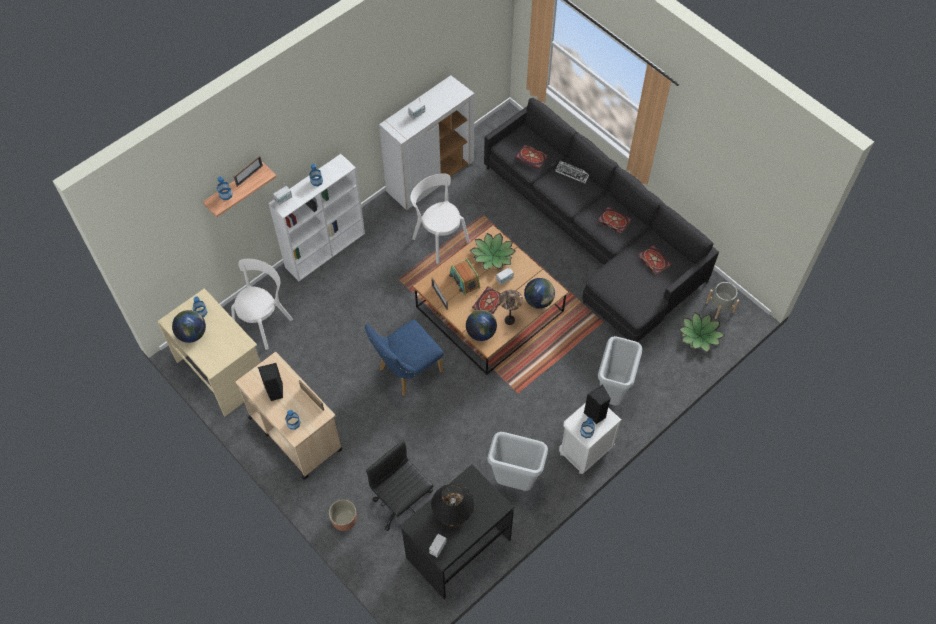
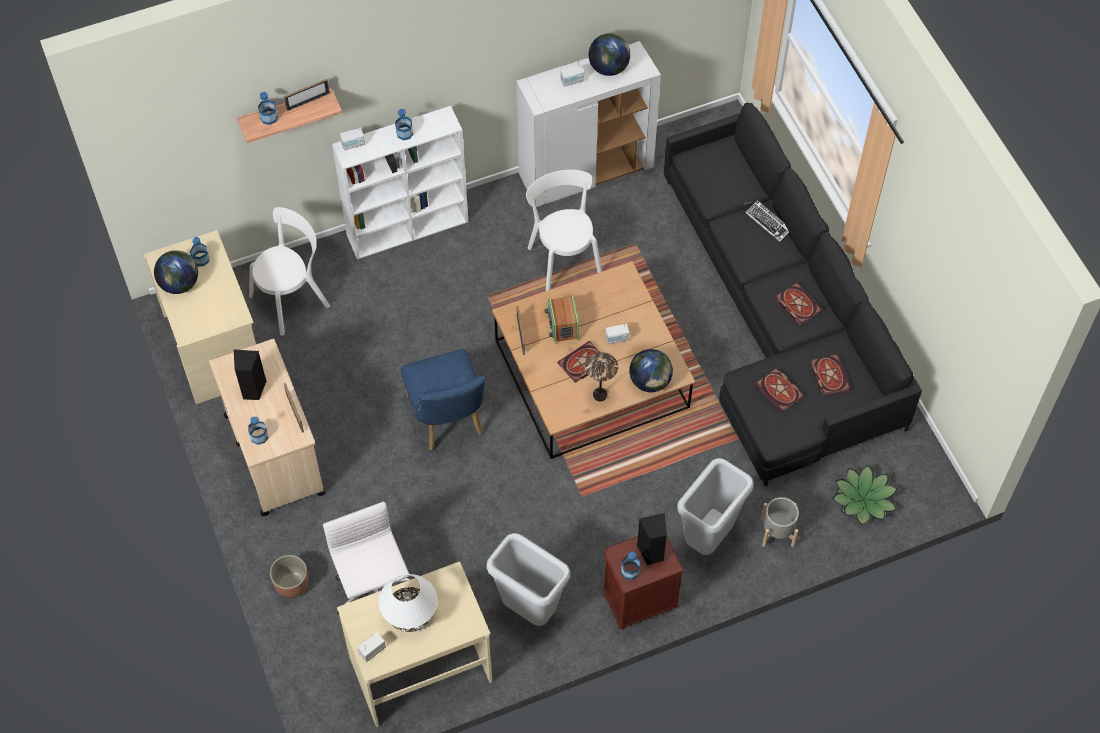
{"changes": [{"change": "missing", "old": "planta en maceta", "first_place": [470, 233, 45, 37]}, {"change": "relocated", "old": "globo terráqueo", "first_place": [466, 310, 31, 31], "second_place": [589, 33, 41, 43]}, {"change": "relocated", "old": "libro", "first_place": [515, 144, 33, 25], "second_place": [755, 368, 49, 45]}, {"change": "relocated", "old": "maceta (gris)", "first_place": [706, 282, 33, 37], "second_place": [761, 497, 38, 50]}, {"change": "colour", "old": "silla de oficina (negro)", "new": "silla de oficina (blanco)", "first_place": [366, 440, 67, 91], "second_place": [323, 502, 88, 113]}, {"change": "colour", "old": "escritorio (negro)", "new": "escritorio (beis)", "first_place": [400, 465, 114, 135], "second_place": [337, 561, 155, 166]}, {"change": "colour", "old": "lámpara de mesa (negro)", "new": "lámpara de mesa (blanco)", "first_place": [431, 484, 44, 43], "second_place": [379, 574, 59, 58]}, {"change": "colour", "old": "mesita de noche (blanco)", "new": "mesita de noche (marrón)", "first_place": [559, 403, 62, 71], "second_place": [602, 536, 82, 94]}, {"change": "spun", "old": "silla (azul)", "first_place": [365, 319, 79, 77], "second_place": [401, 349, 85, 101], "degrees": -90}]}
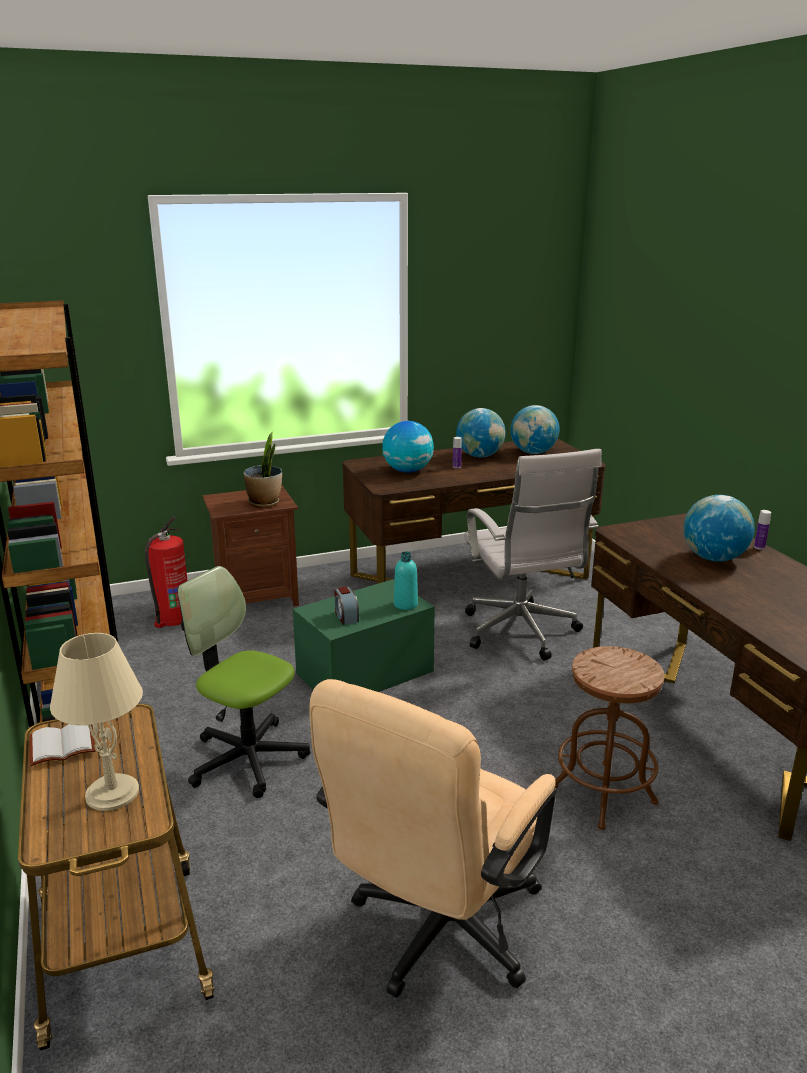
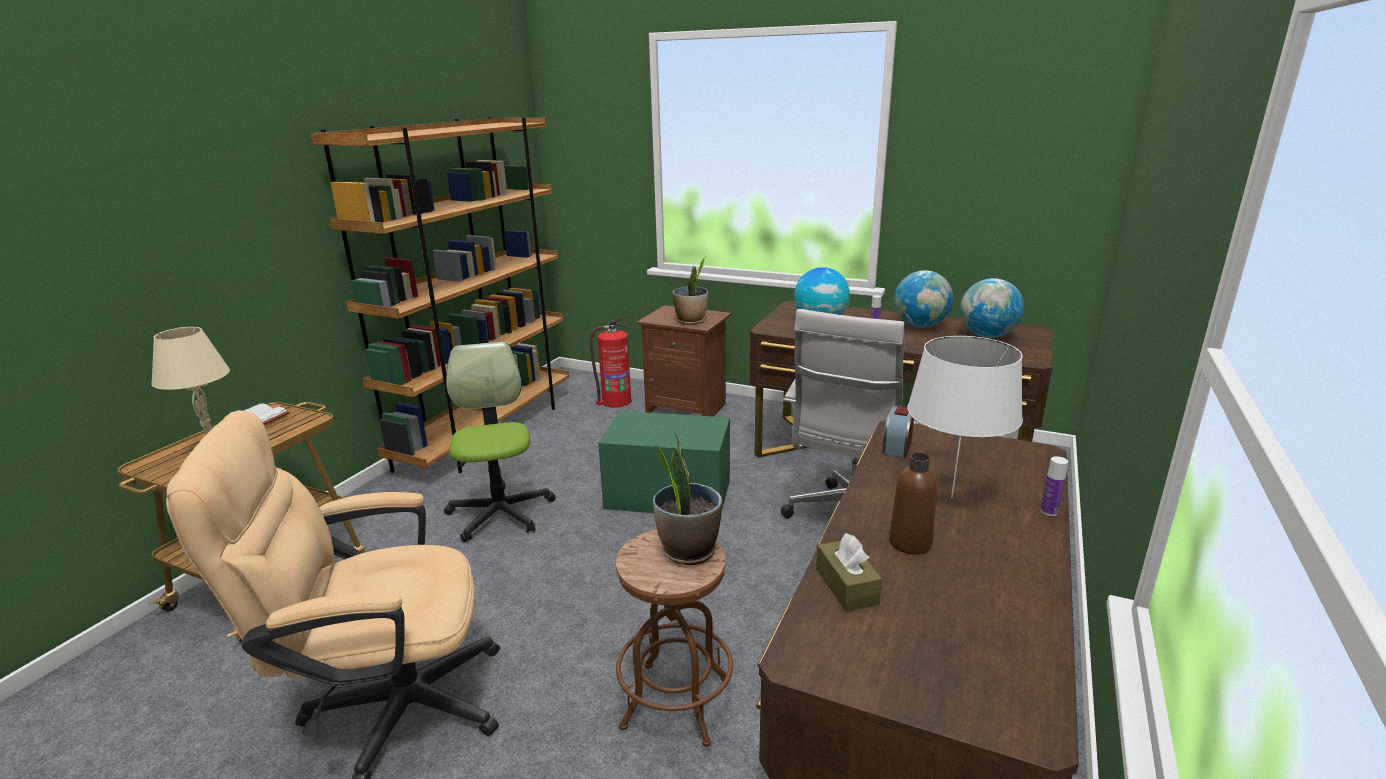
{"changes": [{"change": "missing", "old": "botella (turquesa)", "first_place": [394, 552, 24, 58]}, {"change": "appeared", "new": "planta en maceta", "second_place": [653, 432, 69, 133]}, {"change": "appeared", "new": "caja de pañuelos (marrón)", "second_place": [816, 533, 66, 78]}, {"change": "appeared", "new": "botella (marrón)", "second_place": [889, 453, 49, 101]}, {"change": "relocated", "old": "despertador", "first_place": [334, 586, 25, 39], "second_place": [882, 406, 32, 51]}, {"change": "exchanged", "old": "globo terráqueo", "new": "lámpara de mesa (blanco)", "first_place": [683, 495, 72, 67], "second_place": [907, 336, 116, 162]}]}
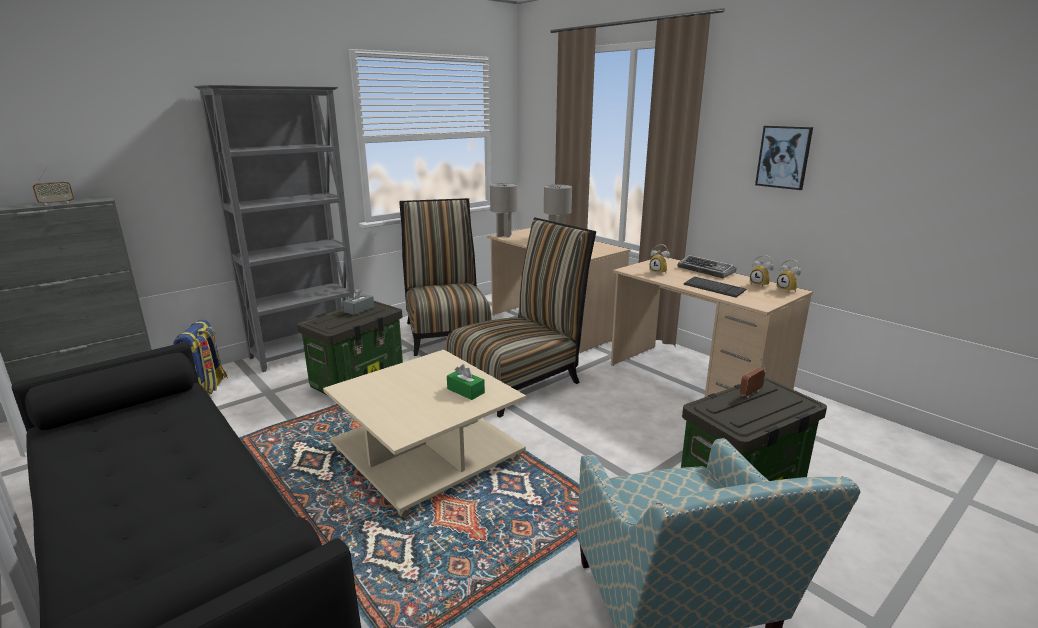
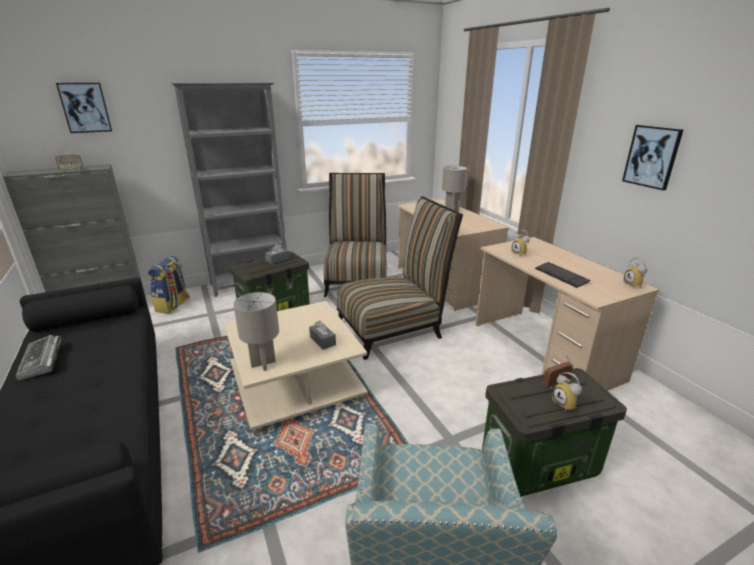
{"changes": [{"change": "appeared", "new": "cuadro", "second_place": [56, 83, 56, 50]}, {"change": "relocated", "old": "lámpara de mesa (gris)", "first_place": [490, 183, 28, 54], "second_place": [234, 292, 45, 79]}, {"change": "relocated", "old": "teclado", "first_place": [678, 255, 59, 23], "second_place": [15, 335, 47, 46]}, {"change": "relocated", "old": "despertador", "first_place": [750, 255, 24, 33], "second_place": [552, 372, 30, 39]}, {"change": "colour", "old": "caja de pañuelos (verde)", "new": "caja de pañuelos (gris)", "first_place": [447, 364, 38, 36], "second_place": [309, 320, 27, 30]}]}
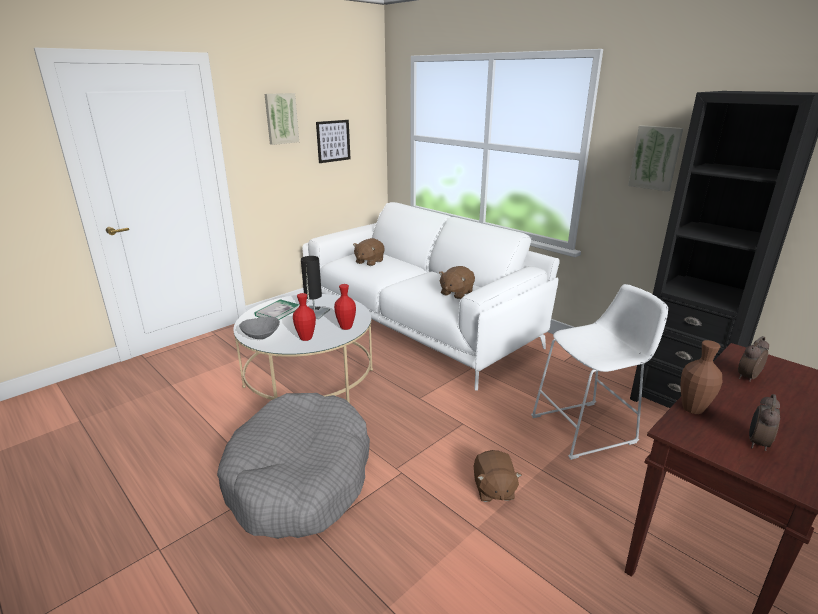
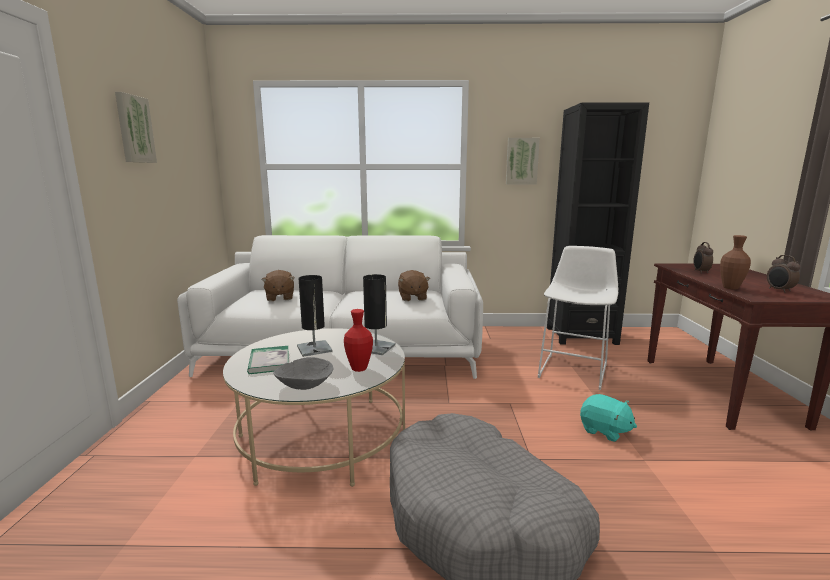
{"changes": [{"change": "missing", "old": "cuadro", "first_place": [316, 120, 35, 43]}, {"change": "exchanged", "old": "florero (rojo)", "new": "lámpara de mesa (negro)", "first_place": [334, 284, 22, 46], "second_place": [363, 274, 33, 81]}, {"change": "colour", "old": "peluche (marrón)", "new": "peluche (turquesa)", "first_place": [473, 450, 49, 52], "second_place": [580, 394, 57, 48]}]}
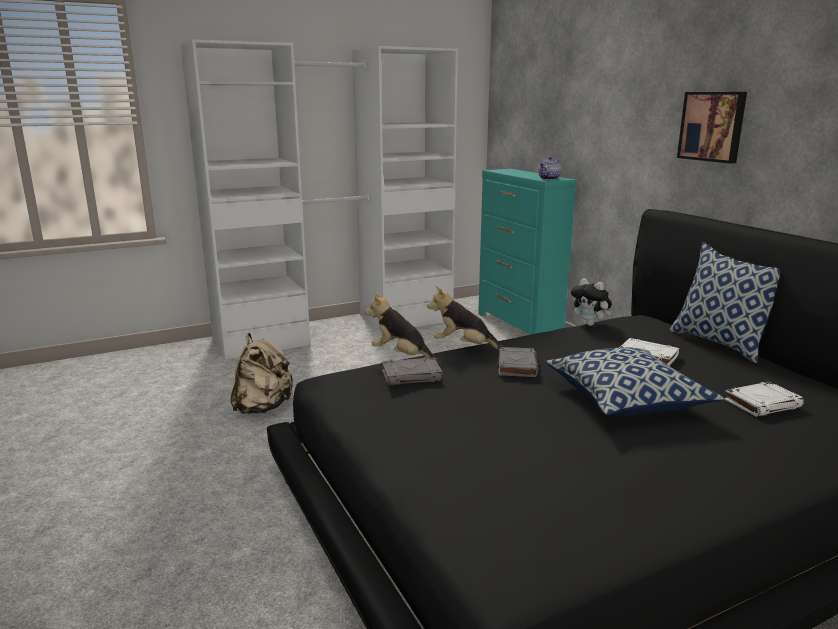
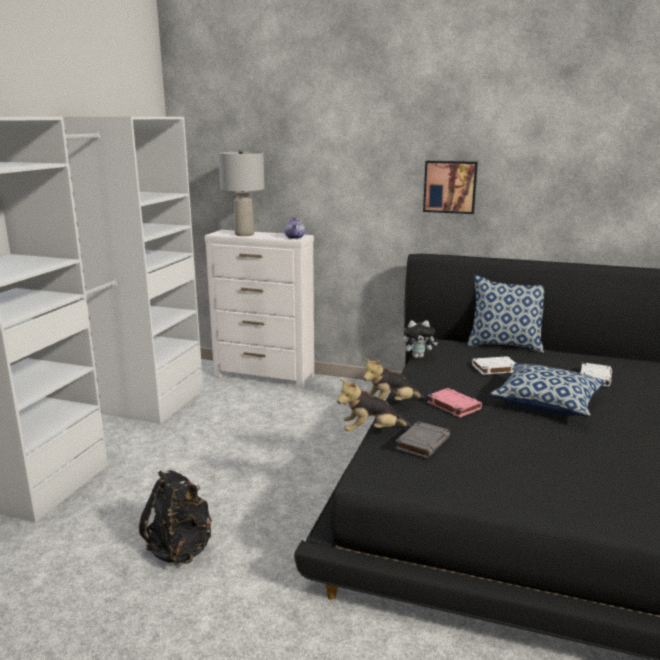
{"changes": [{"change": "appeared", "new": "lámpara de mesa (gris)", "second_place": [218, 149, 47, 87]}, {"change": "colour", "old": "mochila (beis)", "new": "mochila (negro)", "first_place": [230, 333, 63, 81], "second_place": [139, 470, 73, 95]}, {"change": "colour", "old": "cómoda (turquesa)", "new": "cómoda (blanco)", "first_place": [478, 169, 99, 166], "second_place": [204, 230, 110, 159]}, {"change": "colour", "old": "libro (gris)", "new": "libro (rosa)", "first_place": [498, 347, 40, 30], "second_place": [427, 388, 55, 30]}]}
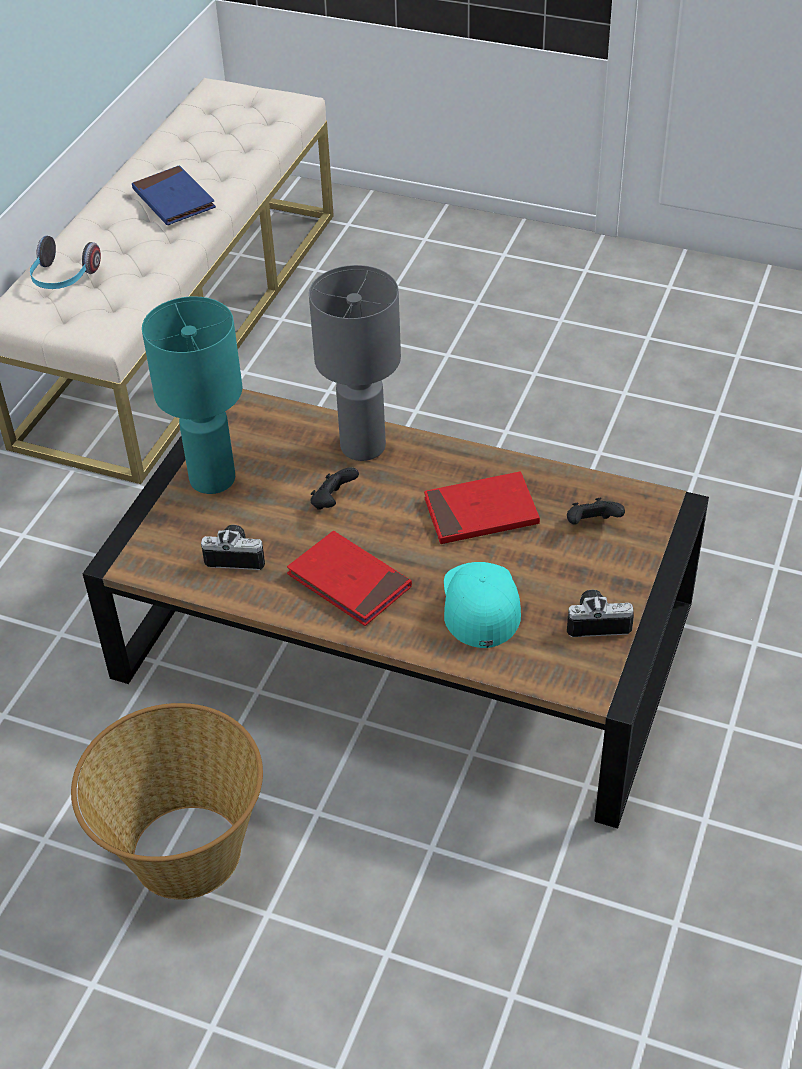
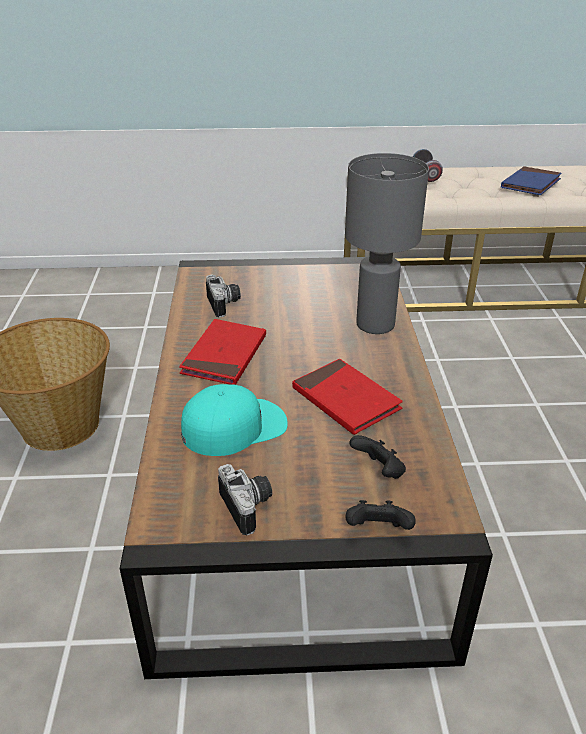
{"changes": [{"change": "missing", "old": "lámpara de mesa (turquesa)", "first_place": [142, 296, 101, 198]}, {"change": "relocated", "old": "mando de consola (negro)", "first_place": [310, 467, 49, 43], "second_place": [345, 500, 71, 30]}]}
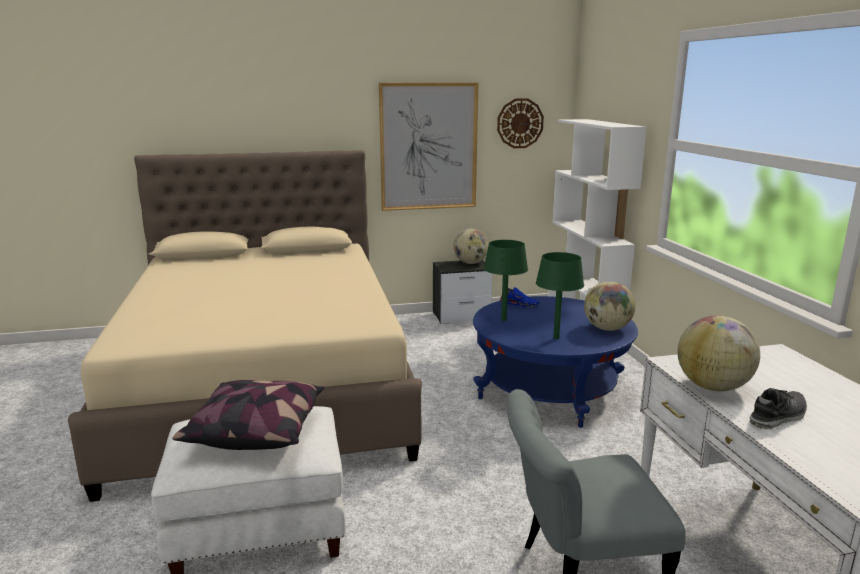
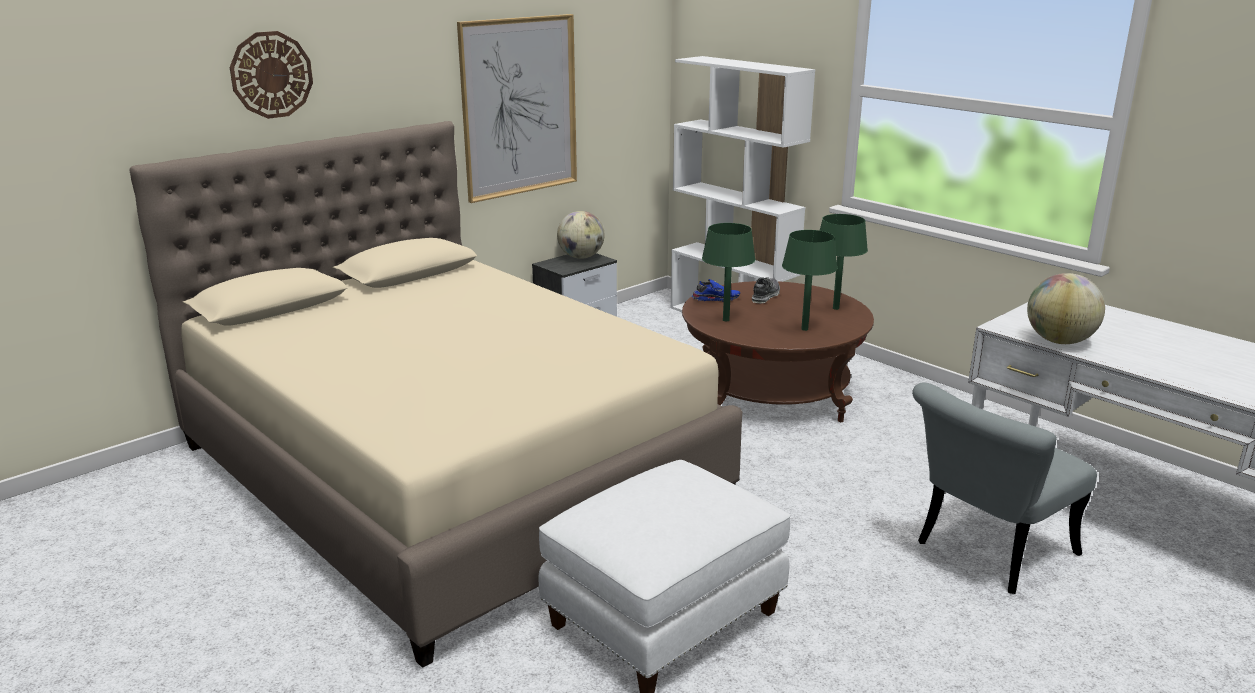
{"changes": [{"change": "missing", "old": "cojín", "first_place": [172, 380, 153, 70]}, {"change": "relocated", "old": "reloj de pared", "first_place": [497, 98, 47, 50], "second_place": [230, 31, 83, 88]}, {"change": "relocated", "old": "zapato", "first_place": [750, 388, 57, 42], "second_place": [752, 277, 28, 26]}, {"change": "exchanged", "old": "globo terráqueo", "new": "lámpara de mesa (verde)", "first_place": [584, 281, 51, 50], "second_place": [820, 214, 48, 96]}, {"change": "colour", "old": "mesa de centro (azul)", "new": "mesa de centro (marrón)", "first_place": [473, 296, 165, 132], "second_place": [682, 281, 192, 141]}]}
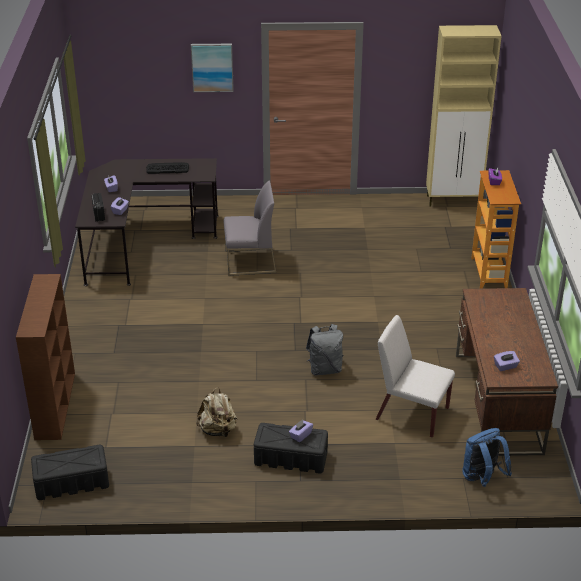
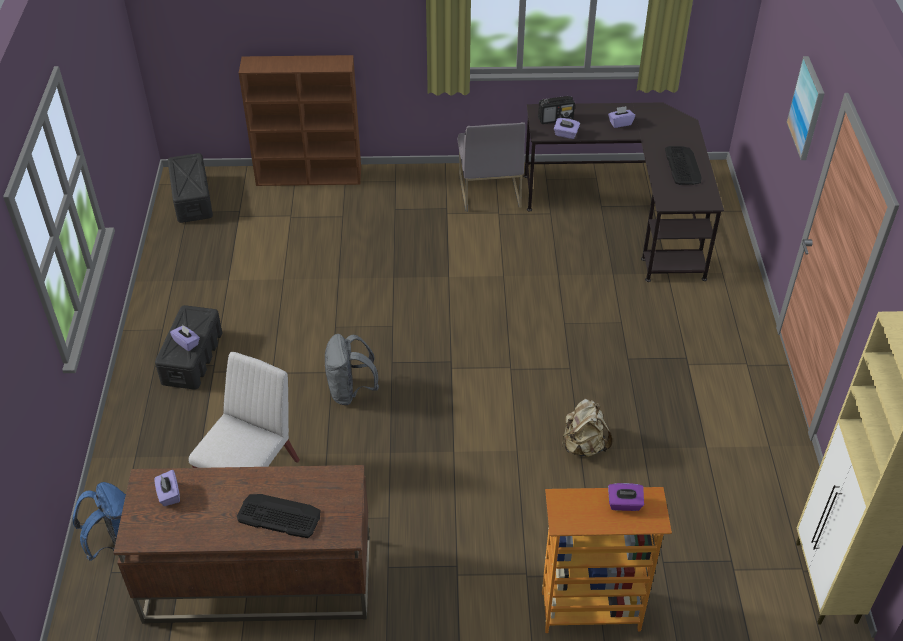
{"changes": [{"change": "appeared", "new": "teclado", "second_place": [237, 494, 83, 44]}, {"change": "relocated", "old": "mochila (beis)", "first_place": [196, 387, 41, 50], "second_place": [562, 399, 51, 58]}, {"change": "relocated", "old": "silla (gris)", "first_place": [224, 181, 52, 95], "second_place": [458, 122, 67, 90]}]}
